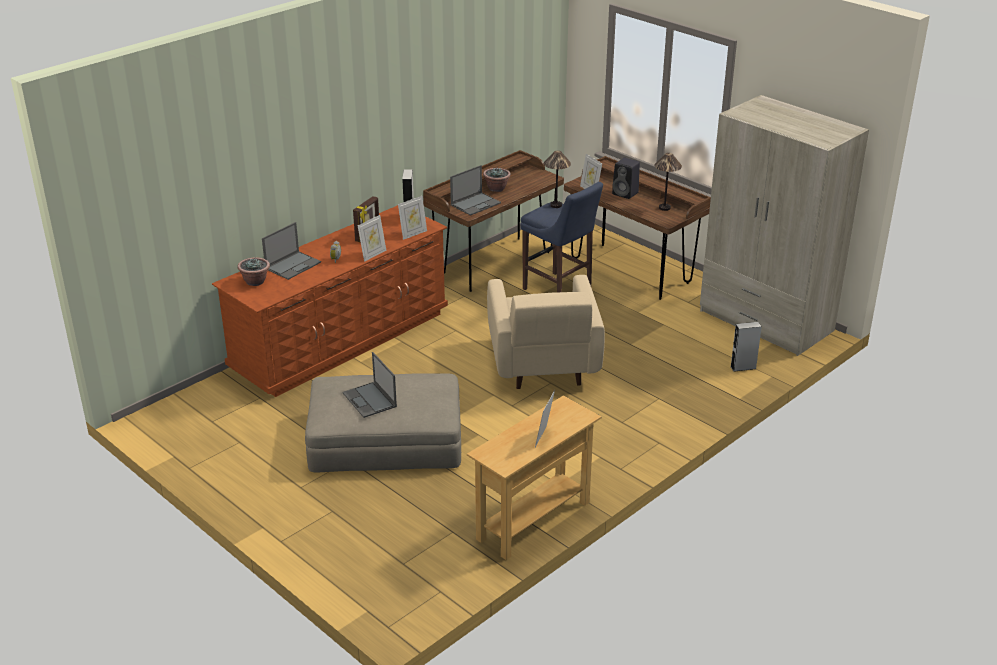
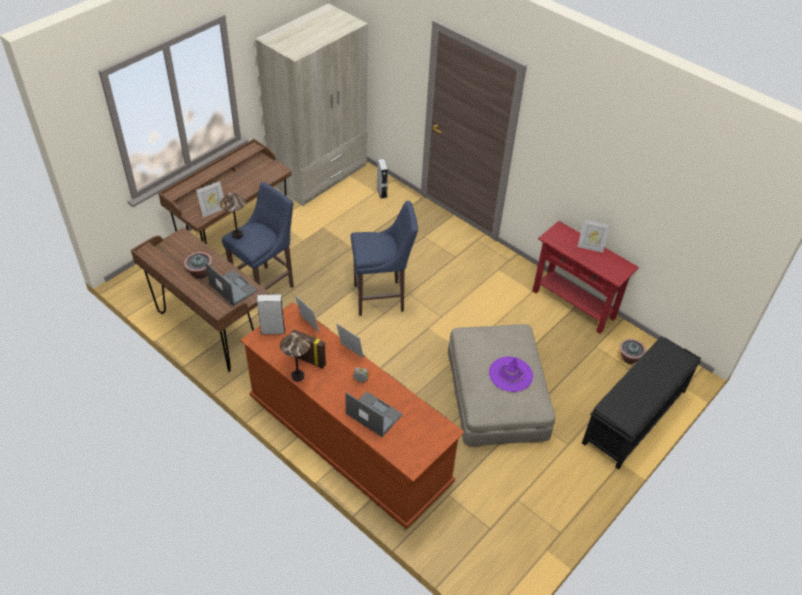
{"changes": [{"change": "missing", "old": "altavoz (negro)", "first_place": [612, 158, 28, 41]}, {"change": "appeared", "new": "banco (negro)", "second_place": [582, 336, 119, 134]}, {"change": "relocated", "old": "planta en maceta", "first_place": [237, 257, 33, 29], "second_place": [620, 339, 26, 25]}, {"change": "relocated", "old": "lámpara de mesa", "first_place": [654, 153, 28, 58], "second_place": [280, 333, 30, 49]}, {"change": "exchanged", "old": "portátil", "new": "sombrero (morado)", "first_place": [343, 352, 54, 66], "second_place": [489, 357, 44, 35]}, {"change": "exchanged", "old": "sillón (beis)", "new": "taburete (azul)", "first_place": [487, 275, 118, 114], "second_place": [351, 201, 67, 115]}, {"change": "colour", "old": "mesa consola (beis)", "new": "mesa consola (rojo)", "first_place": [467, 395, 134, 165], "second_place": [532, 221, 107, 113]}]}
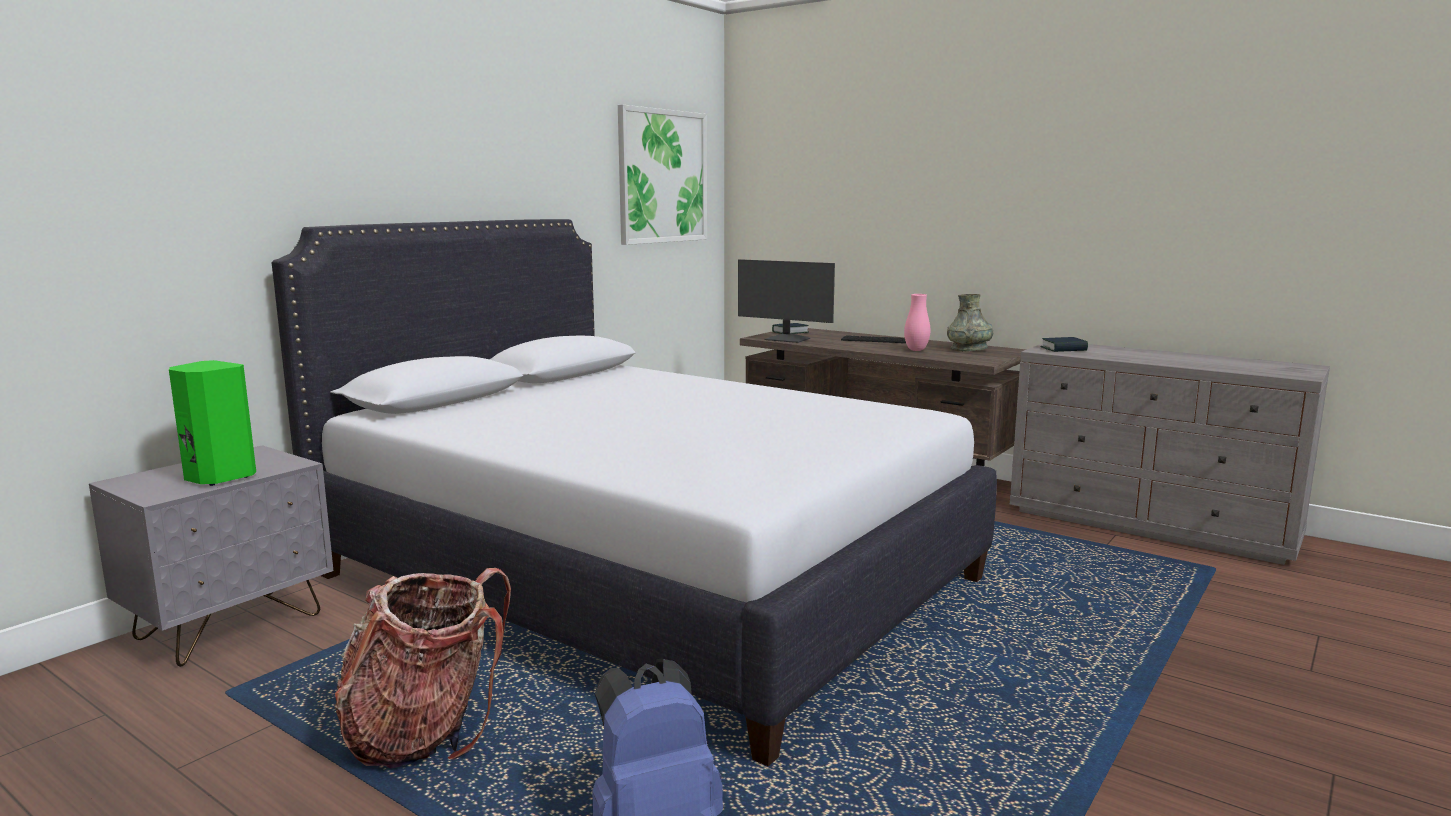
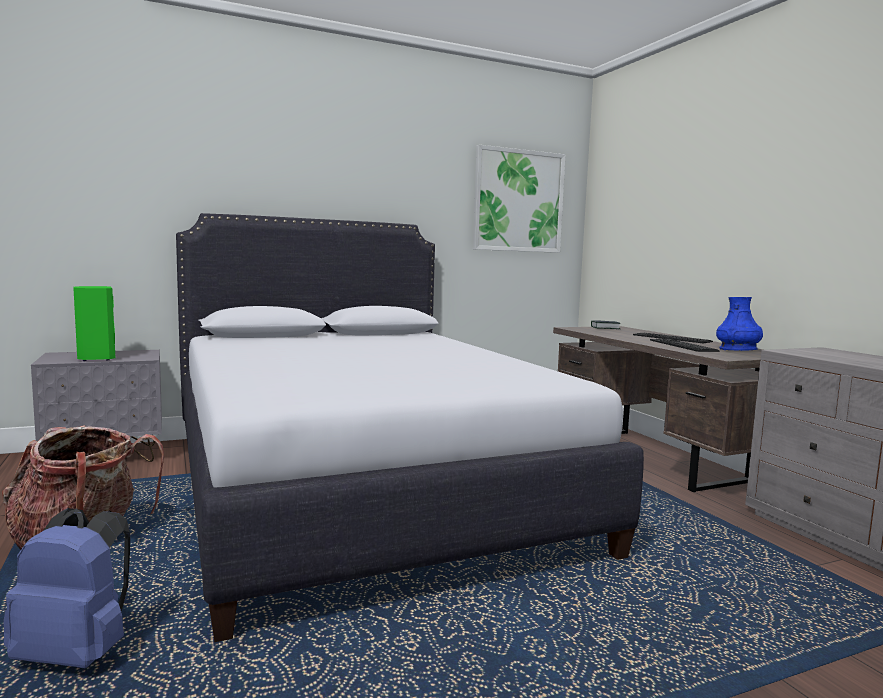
{"changes": [{"change": "missing", "old": "monitor", "first_place": [738, 259, 97, 84]}, {"change": "missing", "old": "libro", "first_place": [1040, 337, 48, 15]}, {"change": "exchanged", "old": "florero (rosa)", "new": "teclado", "first_place": [904, 294, 27, 57], "second_place": [650, 339, 70, 13]}, {"change": "colour", "old": "florero (gris)", "new": "florero (azul)", "first_place": [947, 294, 46, 58], "second_place": [716, 297, 47, 54]}]}
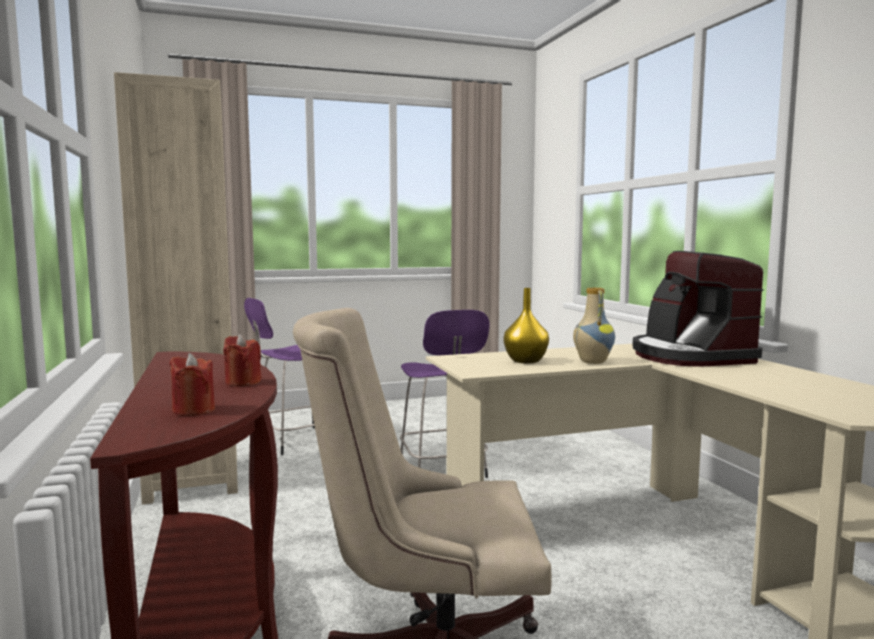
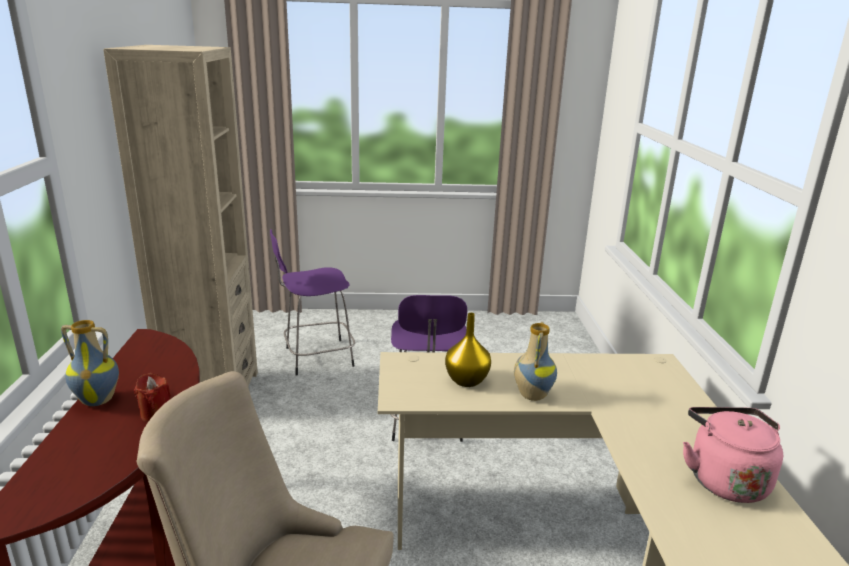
{"changes": [{"change": "missing", "old": "vela (rojo)", "first_place": [169, 353, 46, 63]}, {"change": "missing", "old": "cafetera", "first_place": [633, 251, 131, 116]}, {"change": "appeared", "new": "florero", "second_place": [61, 320, 58, 86]}, {"change": "appeared", "new": "hervidor (rosa)", "second_place": [683, 407, 100, 96]}]}
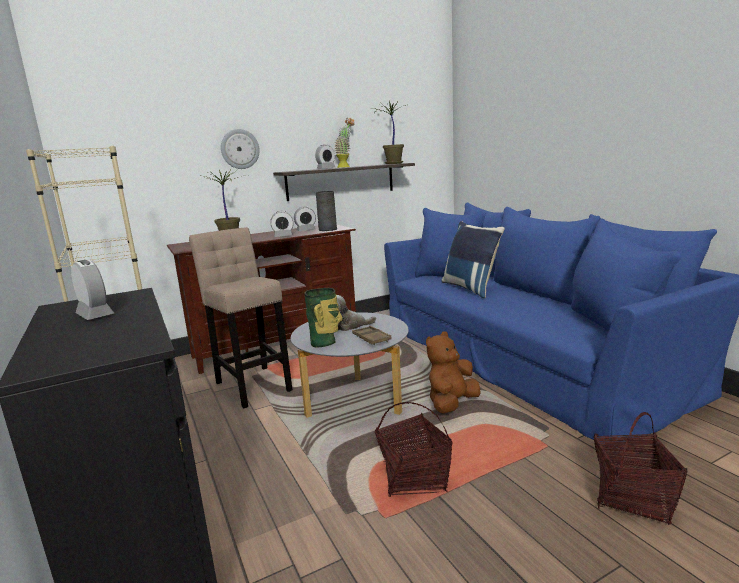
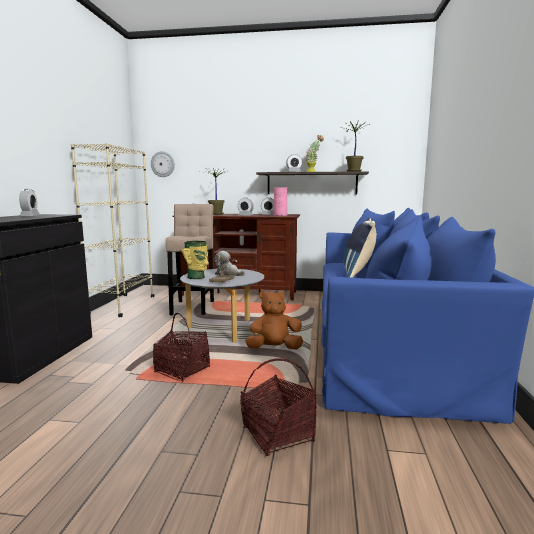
{"changes": [{"change": "relocated", "old": "reloj de pared", "first_place": [221, 129, 39, 40], "second_place": [151, 151, 24, 26]}, {"change": "colour", "old": "florero (gris)", "new": "florero (rosa)", "first_place": [316, 191, 21, 40], "second_place": [274, 187, 13, 29]}]}
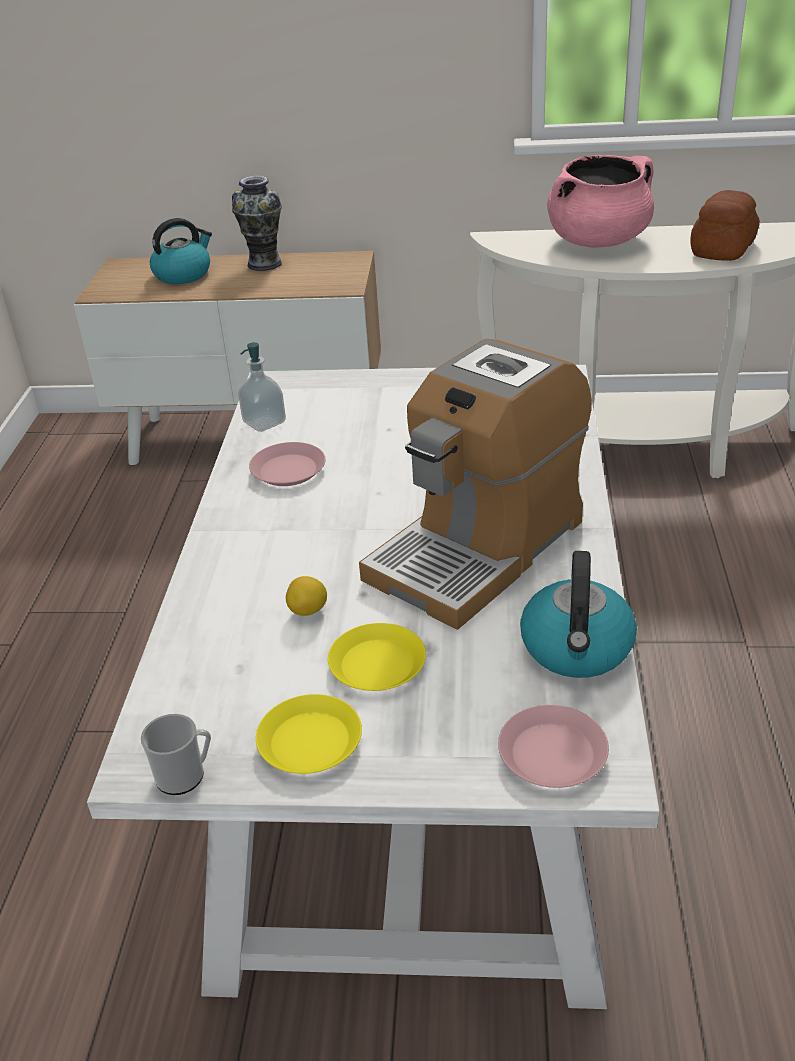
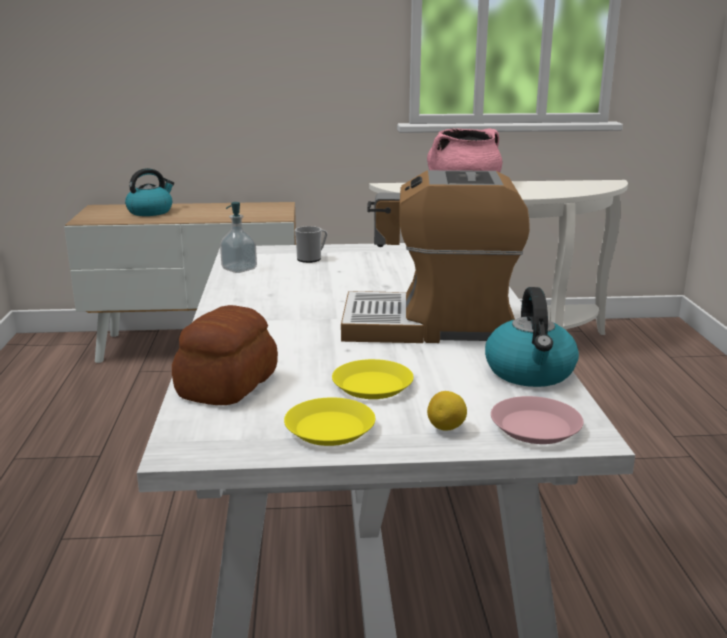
{"changes": [{"change": "missing", "old": "florero", "first_place": [232, 176, 50, 95]}, {"change": "missing", "old": "plato (rosa)", "first_place": [249, 442, 77, 44]}, {"change": "relocated", "old": "taza grande", "first_place": [141, 714, 70, 81], "second_place": [295, 226, 32, 37]}, {"change": "relocated", "old": "limón", "first_place": [286, 576, 41, 40], "second_place": [427, 391, 40, 40]}, {"change": "relocated", "old": "pan", "first_place": [690, 190, 70, 71], "second_place": [172, 305, 106, 100]}, {"change": "spun", "old": "cafetera", "first_place": [359, 339, 233, 291], "second_place": [341, 170, 189, 173], "degrees": 60}]}
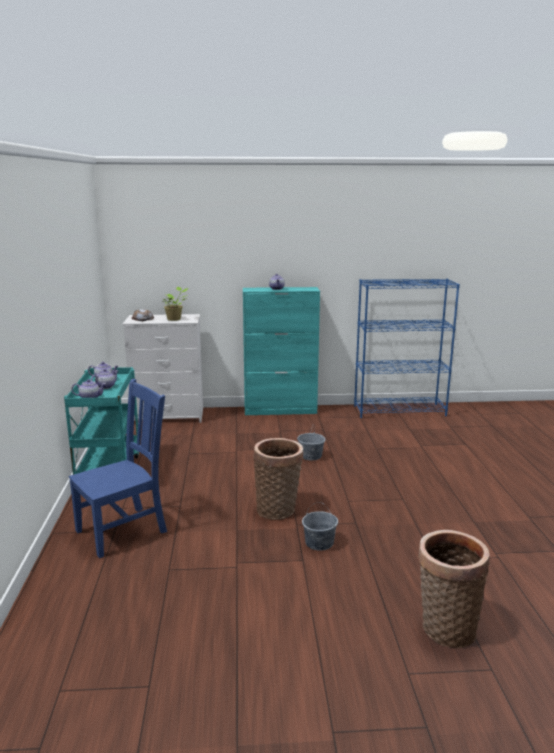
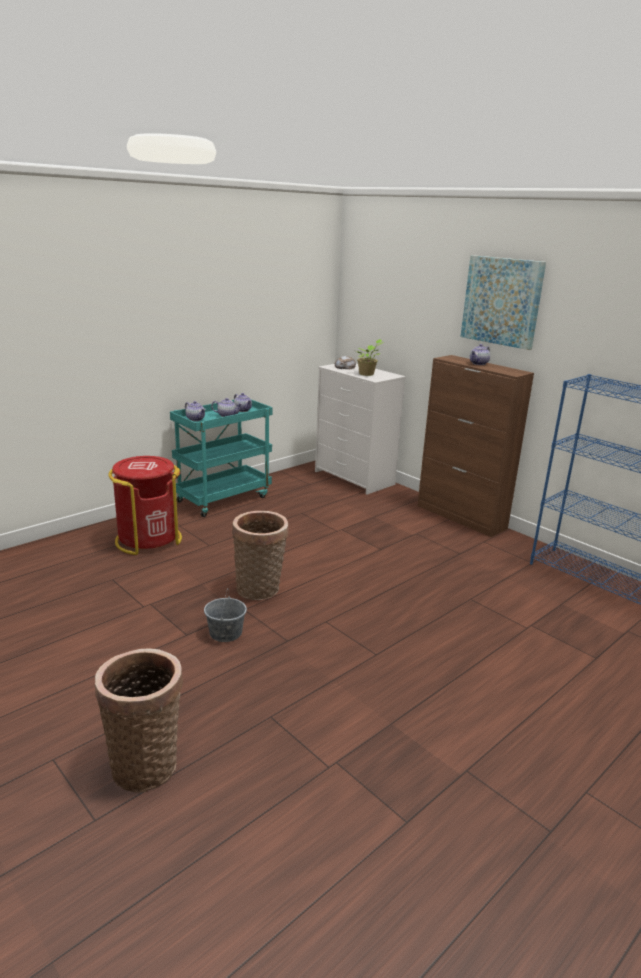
{"changes": [{"change": "missing", "old": "cubo (gris)", "first_place": [297, 424, 28, 36]}, {"change": "appeared", "new": "cuadro", "second_place": [461, 255, 85, 95]}, {"change": "exchanged", "old": "silla (azul)", "new": "papelera (rojo)", "first_place": [69, 379, 98, 179], "second_place": [108, 456, 74, 99]}, {"change": "colour", "old": "armario (turquesa)", "new": "armario (marrón)", "first_place": [243, 287, 77, 128], "second_place": [417, 355, 117, 182]}]}
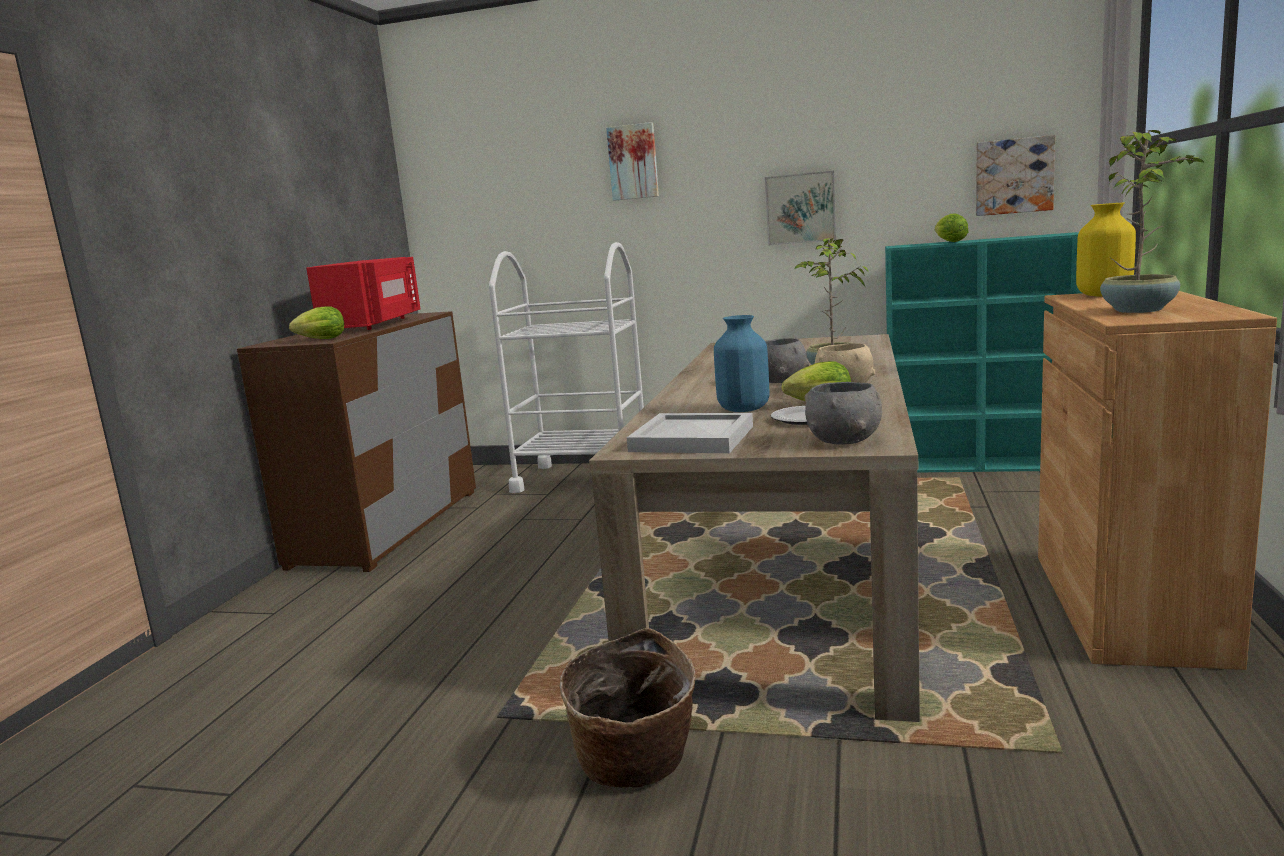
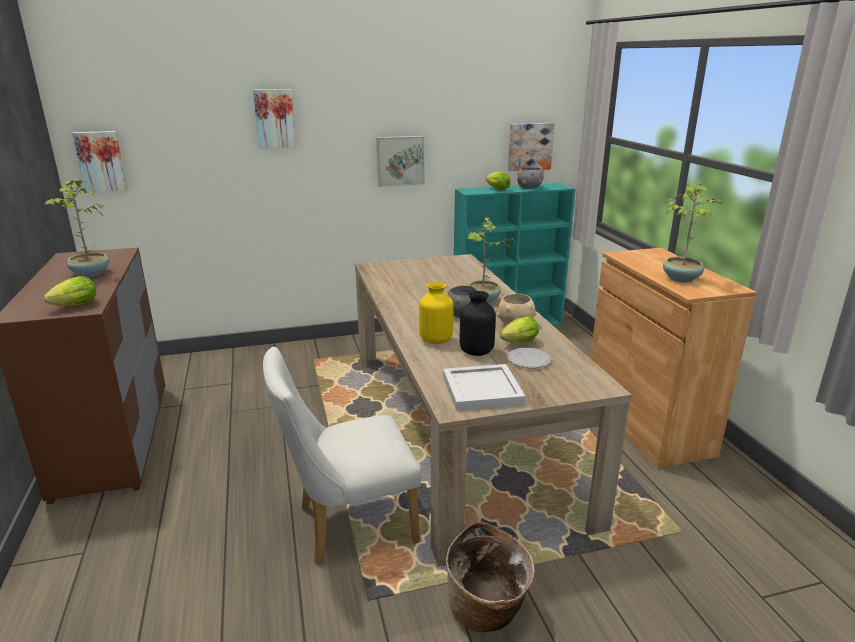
{"changes": [{"change": "missing", "old": "carrito (blanco)", "first_place": [489, 242, 155, 251]}, {"change": "appeared", "new": "cuadro", "second_place": [72, 131, 56, 62]}, {"change": "appeared", "new": "silla (blanco)", "second_place": [263, 347, 158, 218]}, {"change": "relocated", "old": "cuenco (gris)", "first_place": [805, 382, 77, 63], "second_place": [517, 167, 27, 22]}, {"change": "relocated", "old": "florero (amarillo)", "first_place": [1076, 203, 60, 93], "second_place": [419, 282, 35, 62]}, {"change": "exchanged", "old": "microondas (rojo)", "new": "planta en maceta", "first_place": [306, 257, 114, 73], "second_place": [44, 179, 65, 98]}, {"change": "colour", "old": "florero (azul)", "new": "florero (negro)", "first_place": [714, 315, 55, 97], "second_place": [460, 291, 36, 65]}]}
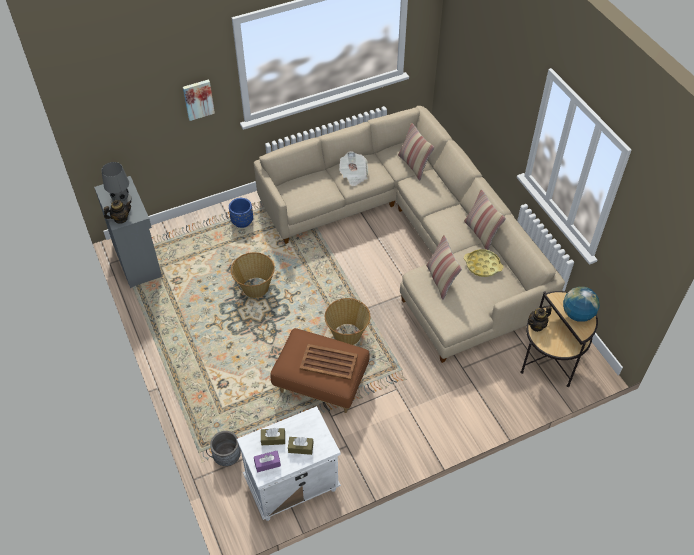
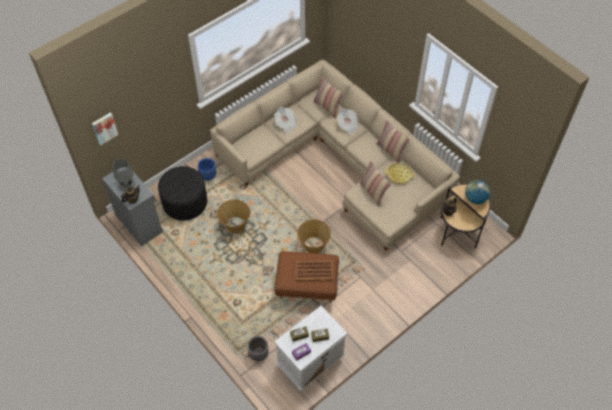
{"changes": [{"change": "appeared", "new": "puf (negro)", "second_place": [158, 166, 49, 55]}, {"change": "appeared", "new": "periódico", "second_place": [337, 108, 23, 27]}, {"change": "relocated", "old": "cuadro", "first_place": [183, 79, 32, 42], "second_place": [92, 112, 26, 33]}]}
